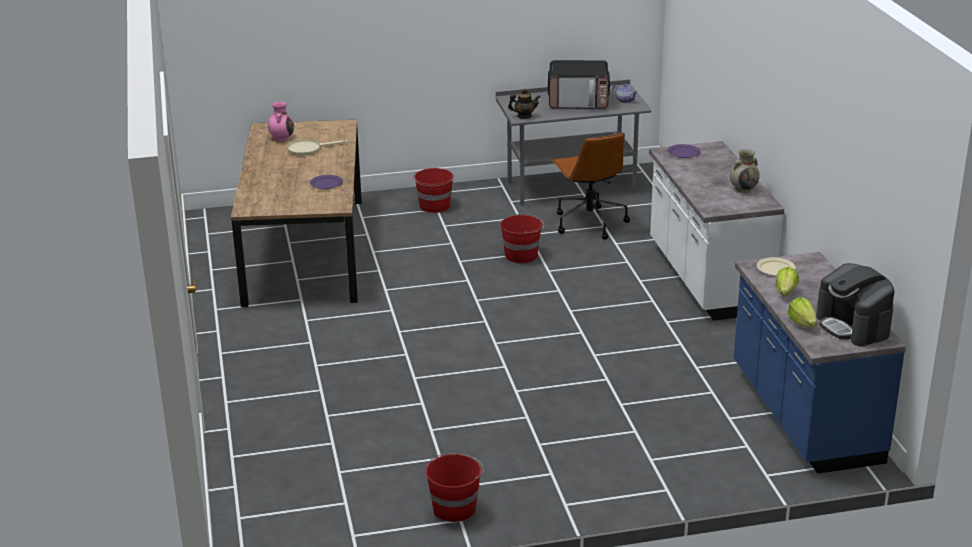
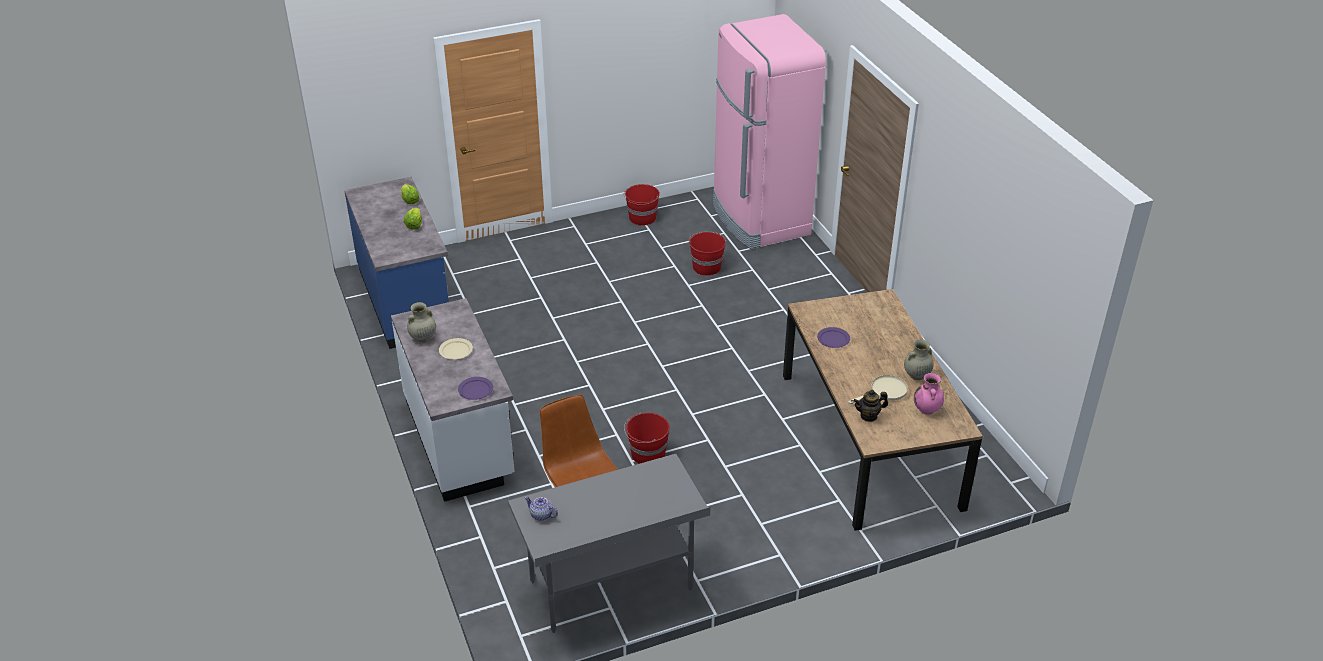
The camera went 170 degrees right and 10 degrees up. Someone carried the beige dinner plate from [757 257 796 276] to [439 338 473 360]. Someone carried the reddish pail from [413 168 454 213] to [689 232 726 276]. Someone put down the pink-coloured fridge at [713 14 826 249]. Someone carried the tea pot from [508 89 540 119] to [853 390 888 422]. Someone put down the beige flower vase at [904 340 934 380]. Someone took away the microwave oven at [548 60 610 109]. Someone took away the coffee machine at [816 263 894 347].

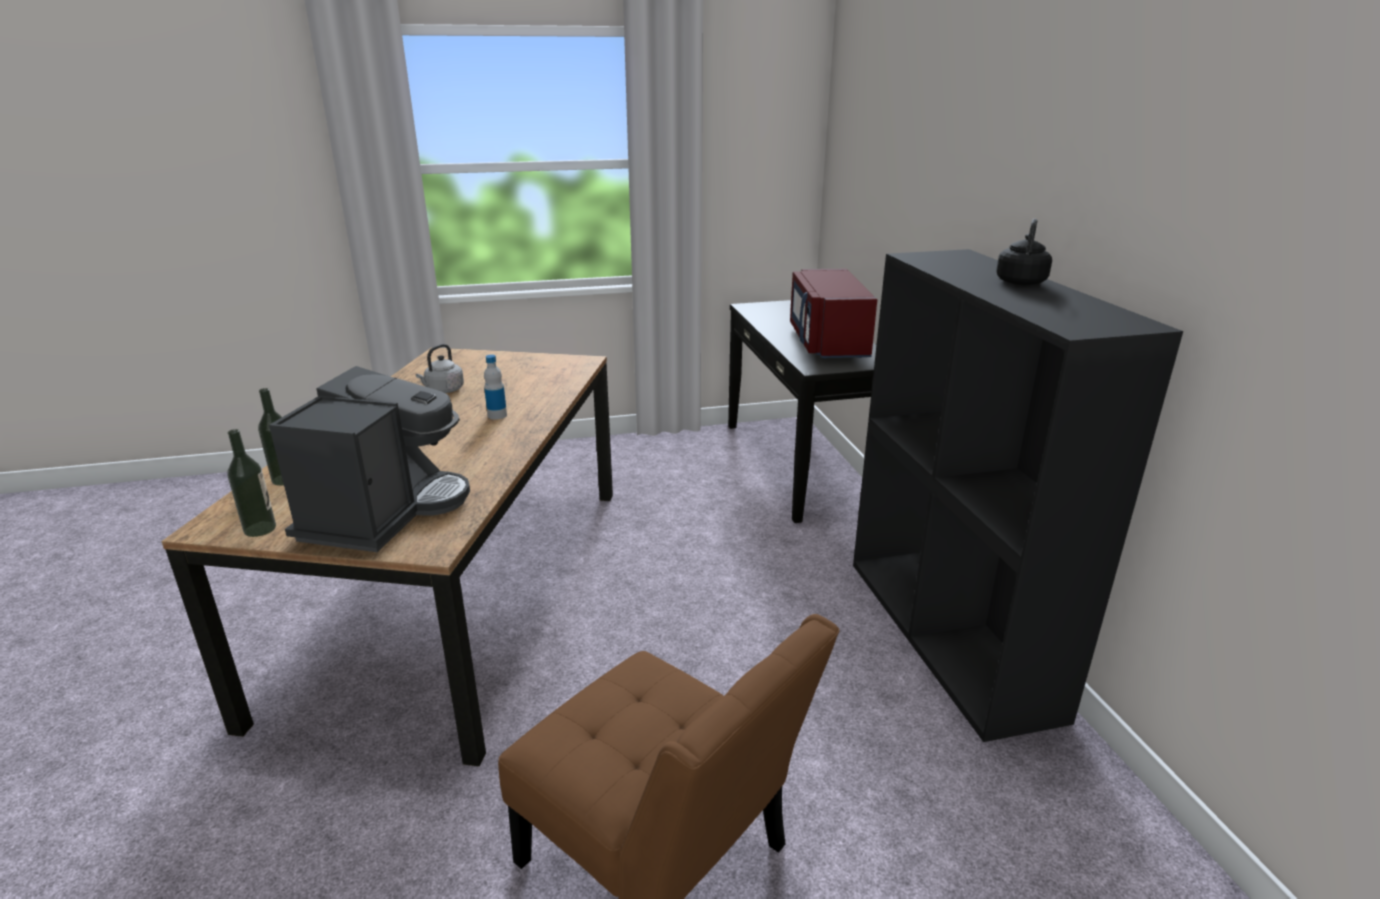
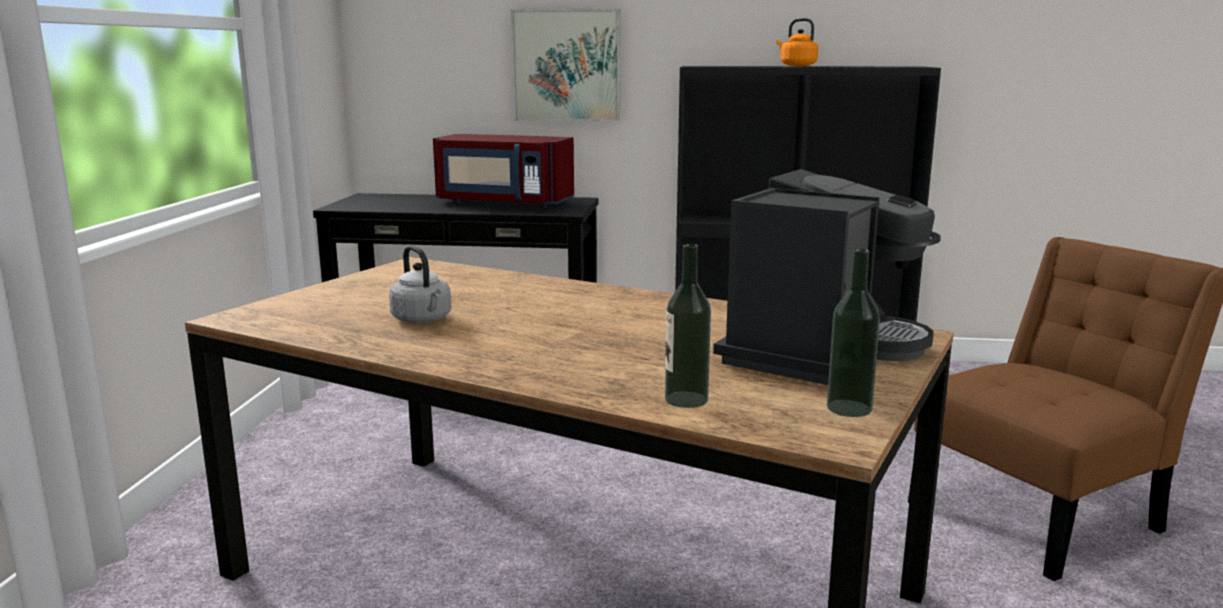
The camera went 70 degrees left and 10 degrees down. Someone put up the wall picture at [511 9 620 122]. Someone rotated the coffee machine at [269 366 470 552] by 90 degrees clockwise. Someone repainted the black kettle at [996 219 1052 285], which became the orange kettle at [776 18 818 66]. Someone took away the drink bottle at [484 355 507 420].

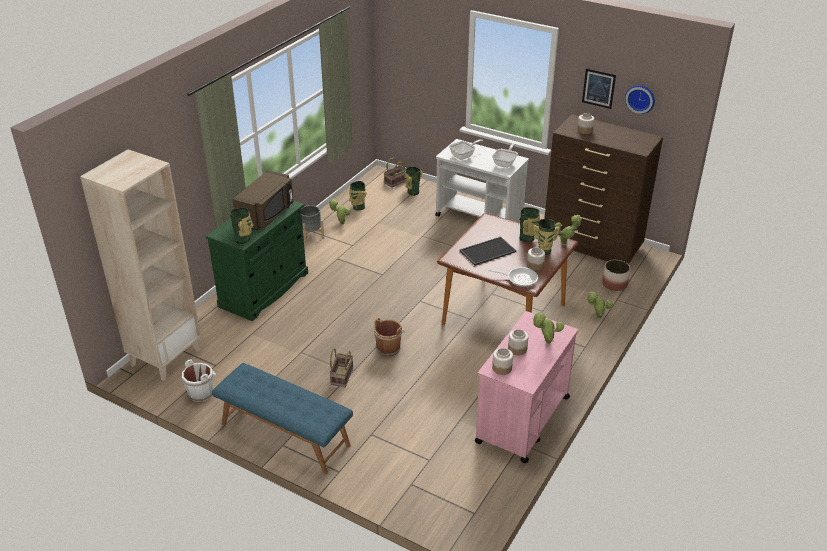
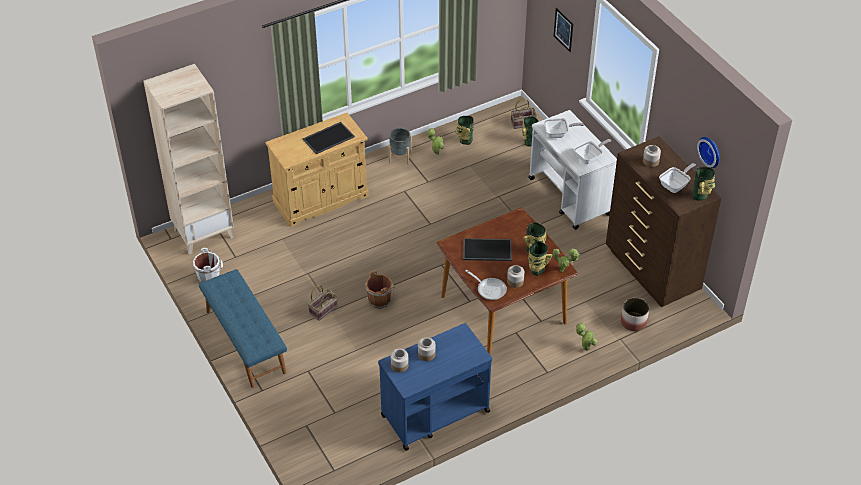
The camera went 30 degrees right and 10 degrees up. Someone repainted the green-coloured cabinet at [206 201 308 321], which became the beige cabinet at [265 113 369 227]. Someone swapped the brown-coloured microwave oven at [232 170 294 230] for the tray at [303 122 355 154]. Someone repainted the pink-coloured wheeled cart at [475 311 578 463], which became the blue-coloured wheeled cart at [378 323 492 451]. Someone carried the wall picture from [582 68 616 109] to [554 8 573 52]. Someone put down the skillet at [659 163 696 193]. Someone carried the flower vase from [230 207 254 244] to [692 167 715 201]. Someone took away the houseplant at [532 312 564 344].

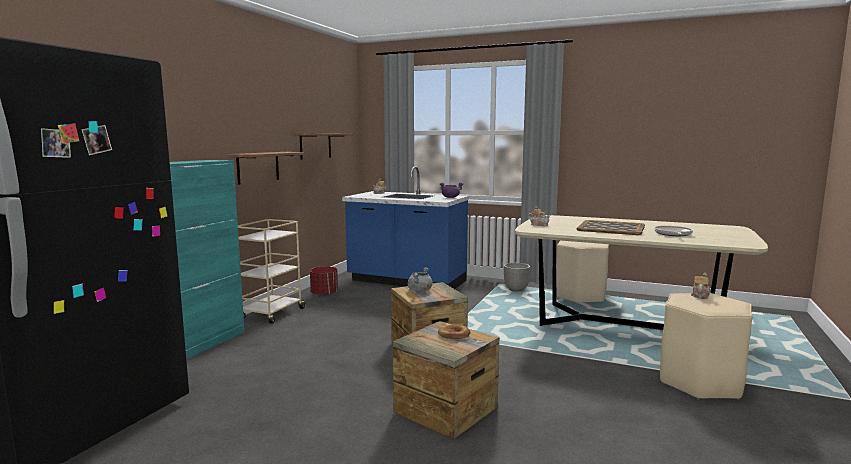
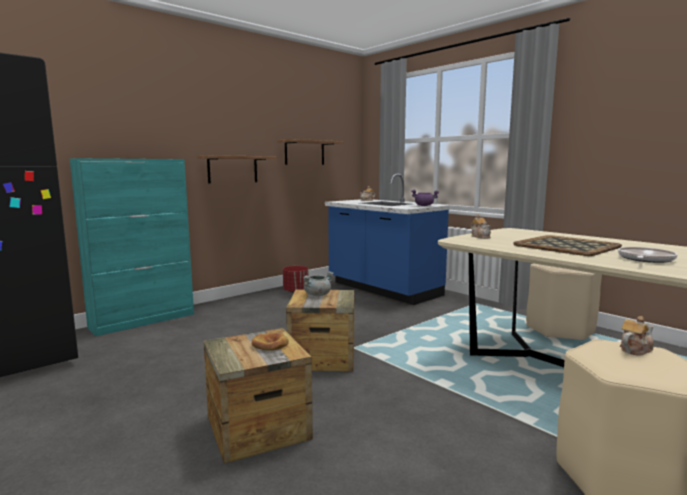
The camera went 25 degrees right and 0 degrees up. Someone took away the beige wheeled cart at [238 219 307 324]. Someone took away the flower pot at [504 263 530 292].

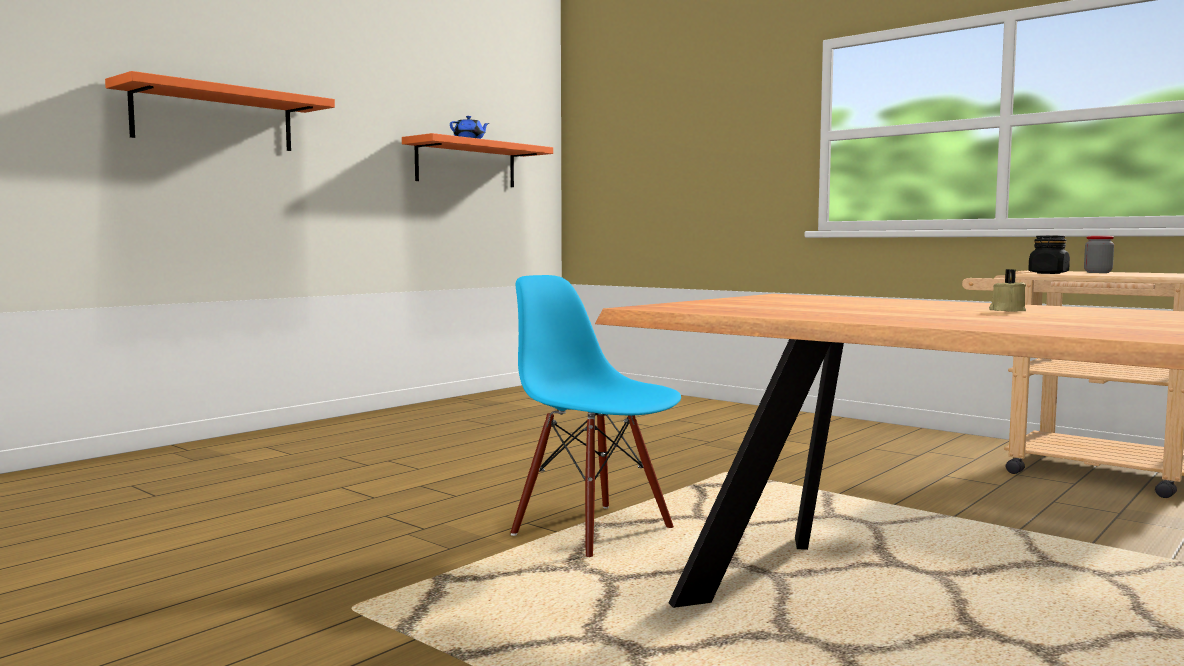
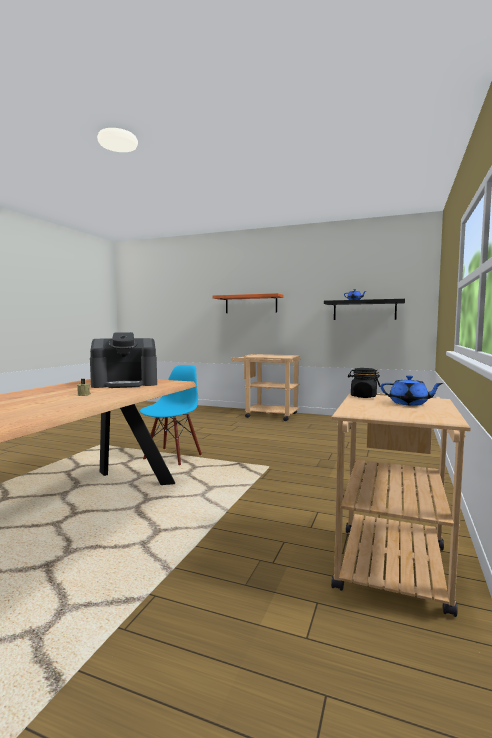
The camera went 70 degrees right and 0 degrees up. Someone put down the coffee machine at [90 332 157 388]. Someone put down the beige wheeled cart at [231 354 300 421]. Someone repainted the orange wall shelf at [402 133 553 187], which became the black wall shelf at [324 299 405 320]. Someone swapped the storage jar at [1084 236 1114 273] for the blue-coloured tea pot at [381 375 443 406].

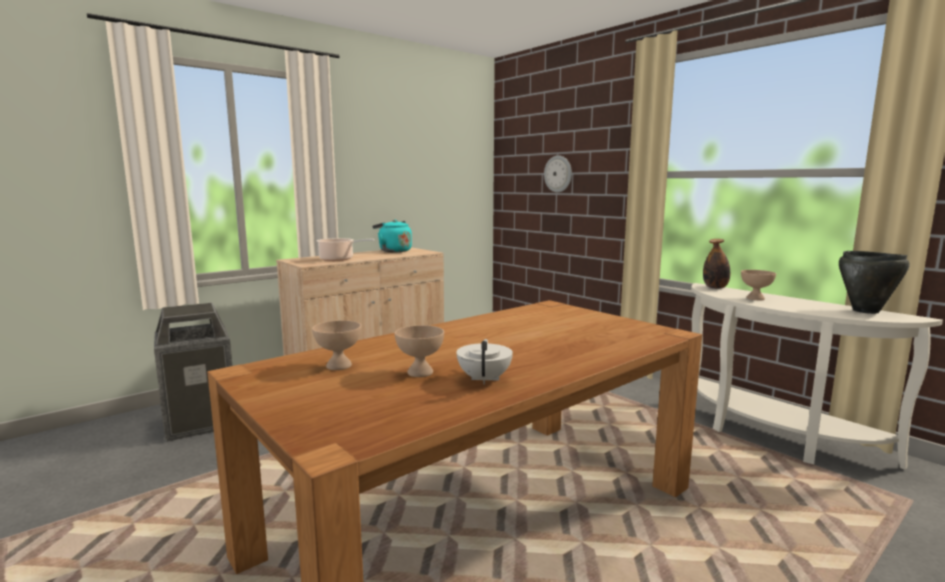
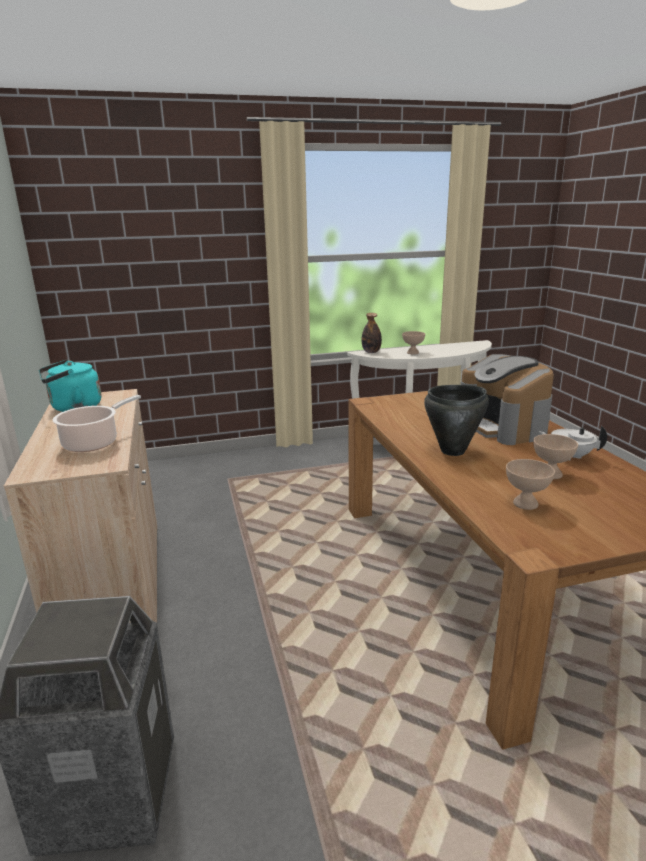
The camera went 65 degrees left and 10 degrees up. Someone carried the black cooking pot from [839 251 910 314] to [424 385 489 456]. Someone put down the coffee machine at [460 354 554 445]. Someone took away the clock on the wall at [544 155 572 193].

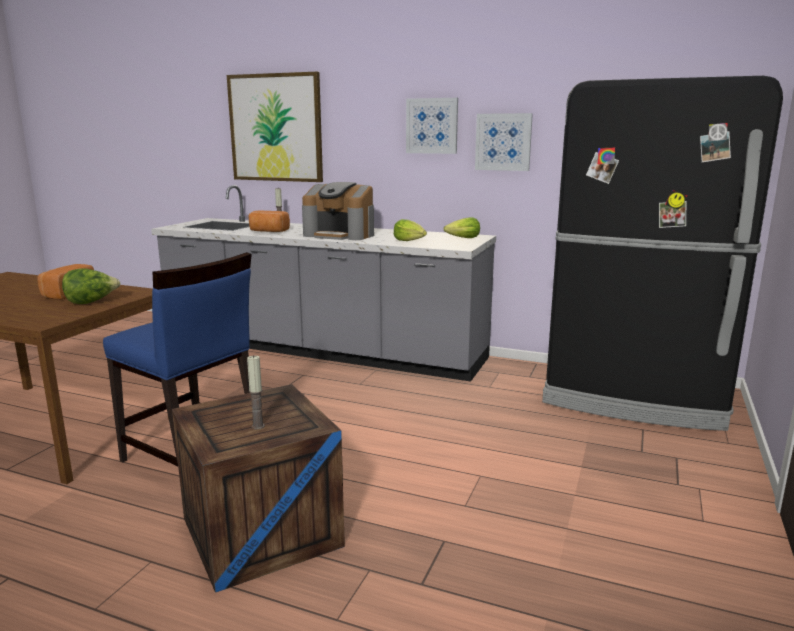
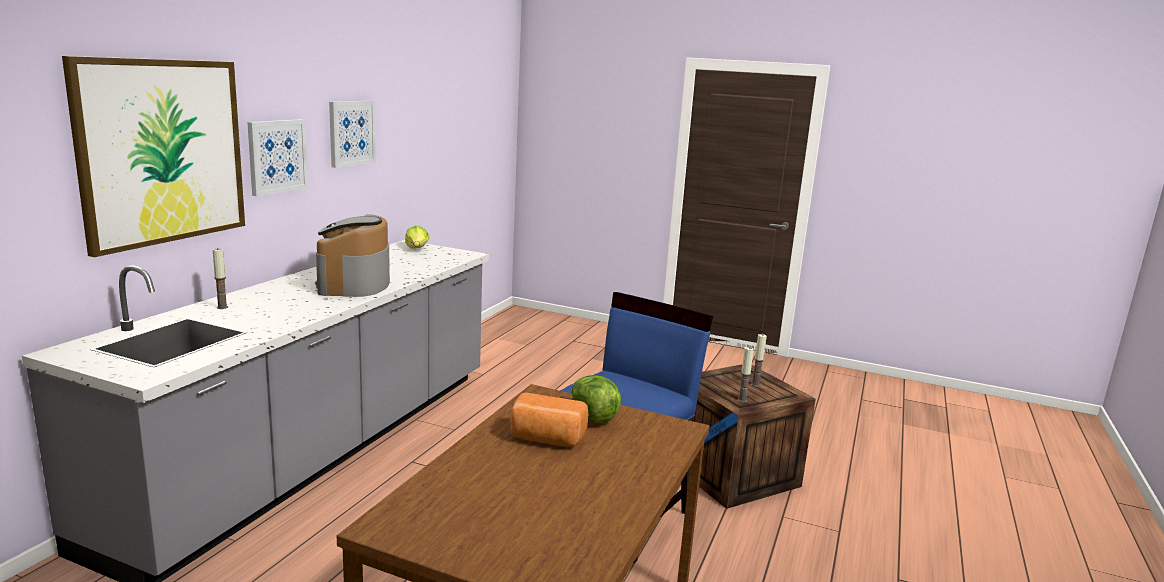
The camera went 90 degrees left and 0 degrees up. Someone carried the wall picture from [475 113 533 171] to [247 119 308 196]. Someone rotated the coffee machine at [302 182 374 240] by 150 degrees clockwise. Someone put down the wax candle at [738 347 754 402]. Someone took away the baked bread at [249 210 290 232]. Someone took away the lettuce at [394 219 427 241]. Someone took away the black fridge at [542 76 783 431].

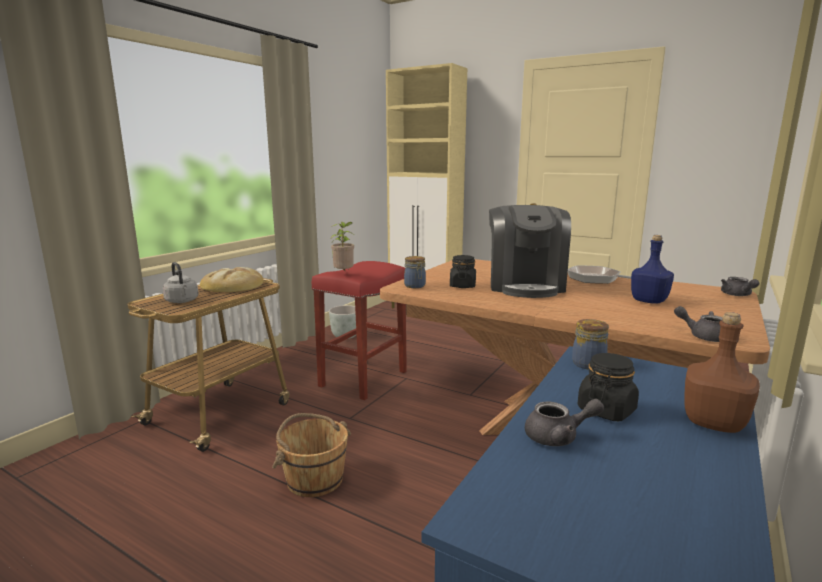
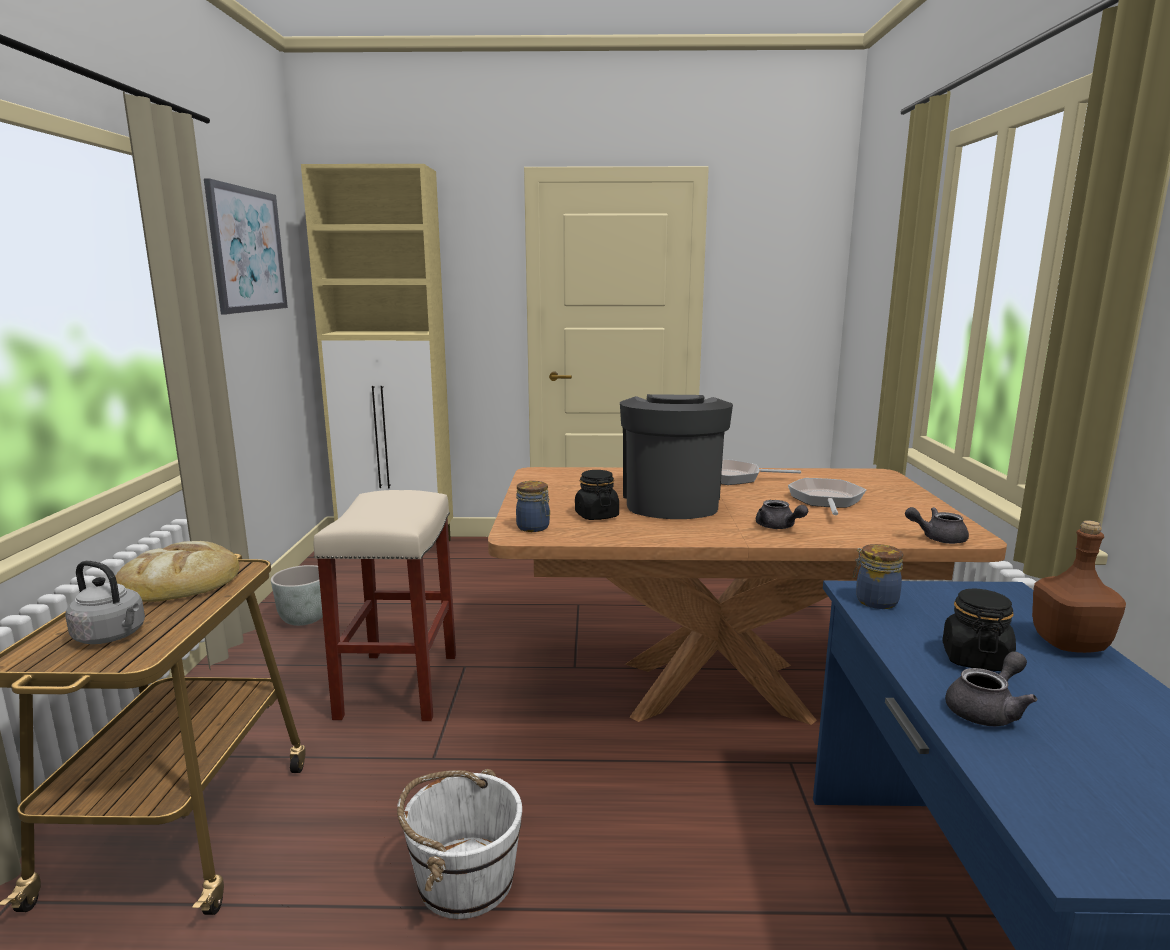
The camera went 30 degrees left and 0 degrees up. Someone put up the wall picture at [204 178 288 314]. Someone repainted the reddish sitting stool at [312 261 407 400], which became the beige sitting stool at [314 490 456 721]. Someone repainted the brown-coloured pail at [272 413 351 497], which became the whitish pail at [397 769 522 919]. Someone rotated the coffee machine at [489 205 571 298] by 150 degrees counterclockwise. Someone carried the gray tea pot from [721 277 759 296] to [756 500 808 529]. Someone swapped the blue-coloured drink bottle at [631 235 674 304] for the skillet at [788 478 866 515]. Someone took away the houseplant at [331 222 354 271].

